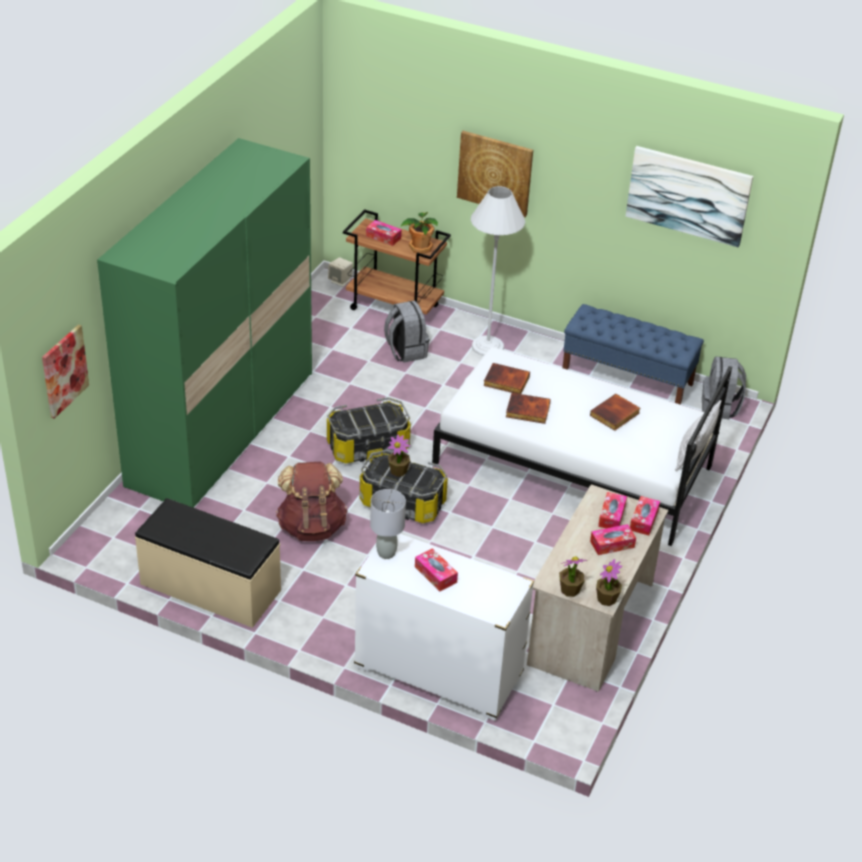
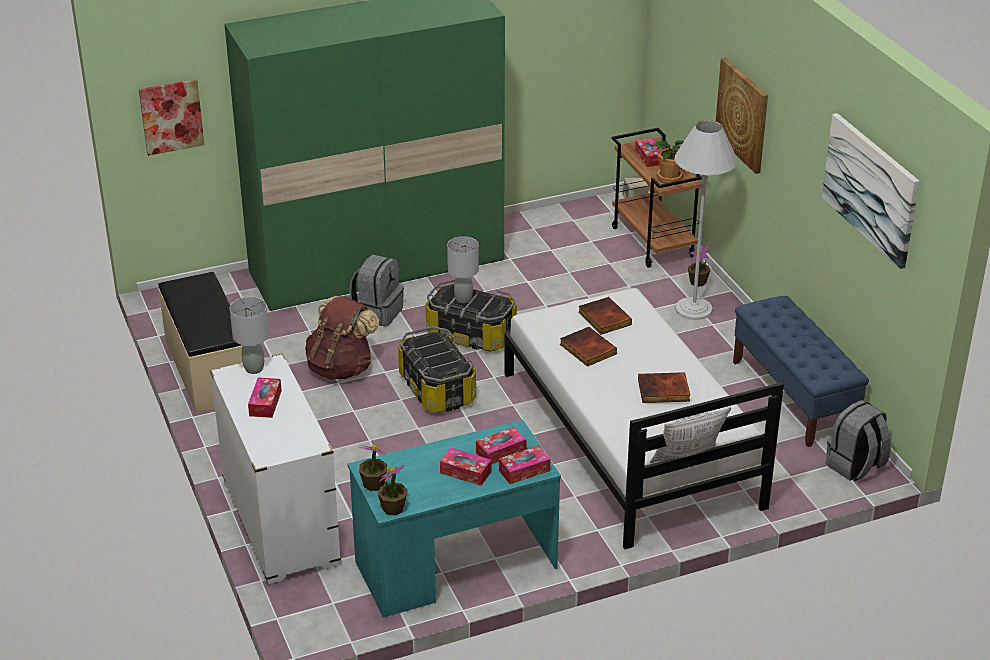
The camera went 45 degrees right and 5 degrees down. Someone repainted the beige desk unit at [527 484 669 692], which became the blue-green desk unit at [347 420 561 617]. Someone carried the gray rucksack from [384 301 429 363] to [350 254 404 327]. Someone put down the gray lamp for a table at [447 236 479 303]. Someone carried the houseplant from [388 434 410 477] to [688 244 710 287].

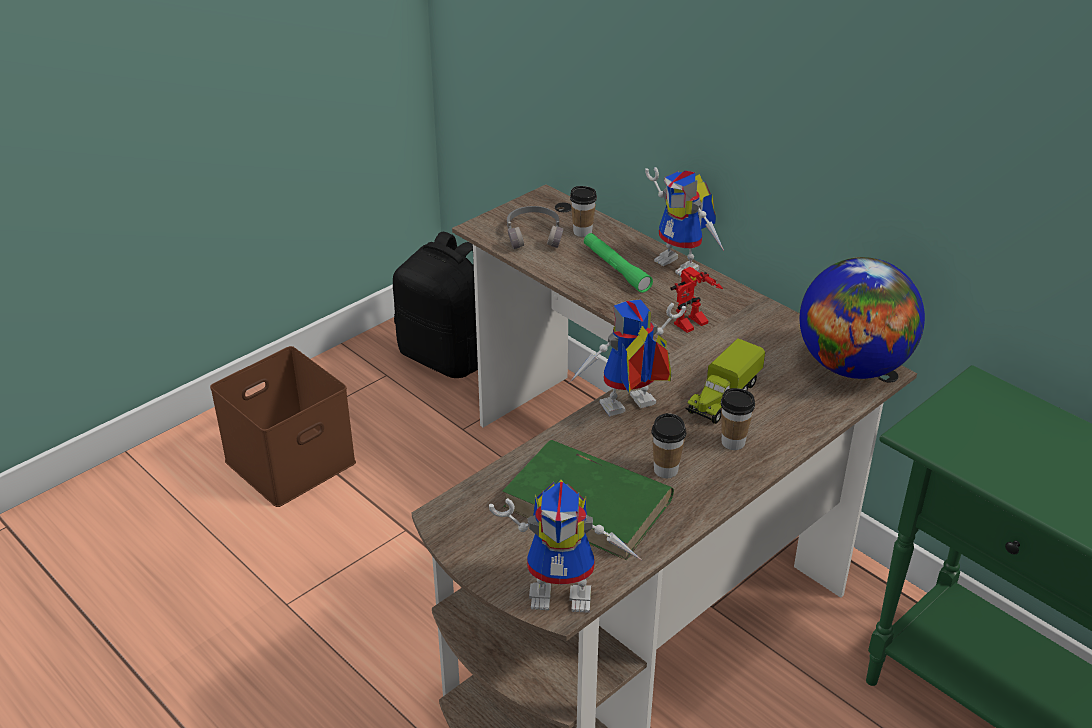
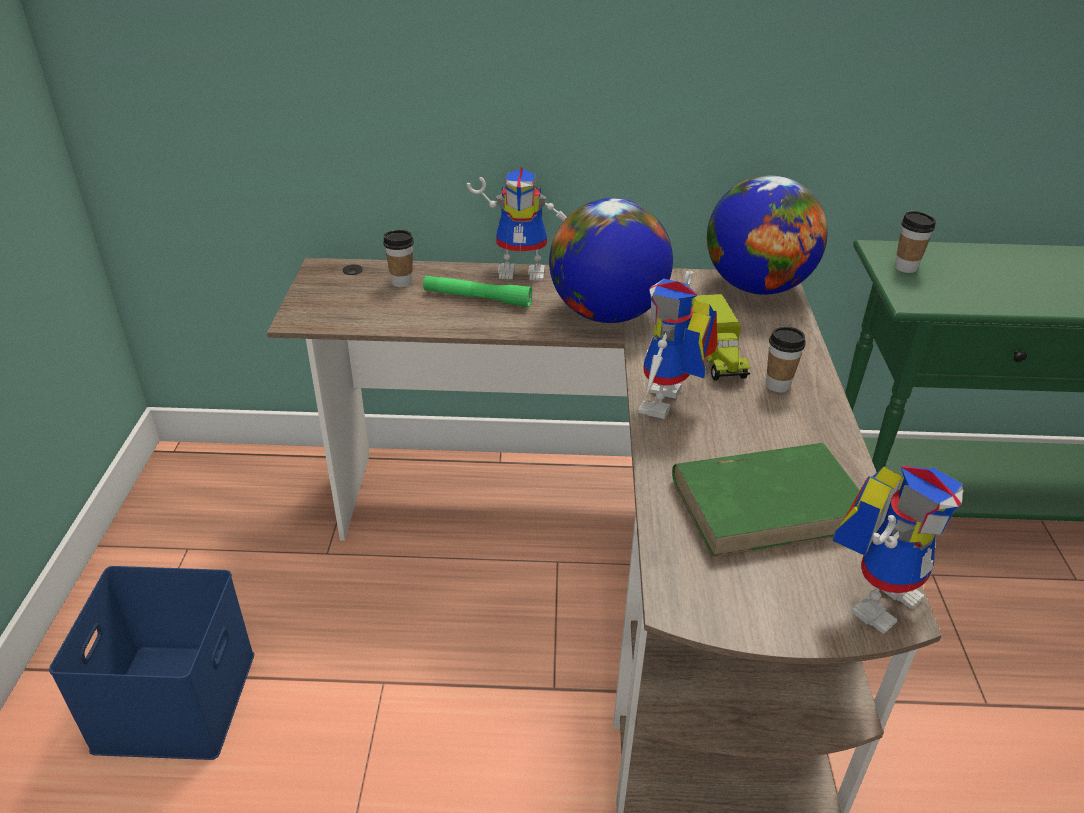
The camera went 45 degrees left and 0 degrees up. Someone repainted the brown-coloured storage container at [210 346 356 507], which became the blue-coloured storage container at [49 566 254 760]. Someone swapped the robot figure at [670 267 723 333] for the desk globe at [549 198 673 323]. Someone carried the drinking cup from [651 413 686 478] to [895 211 936 273]. Someone took away the black rucksack at [393 232 478 378]. Someone took away the gray headset at [507 206 564 249].

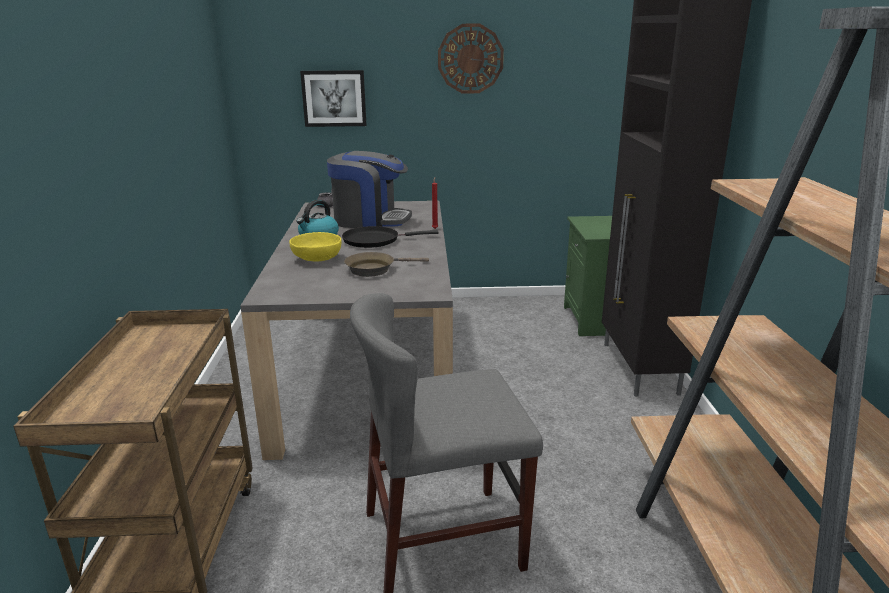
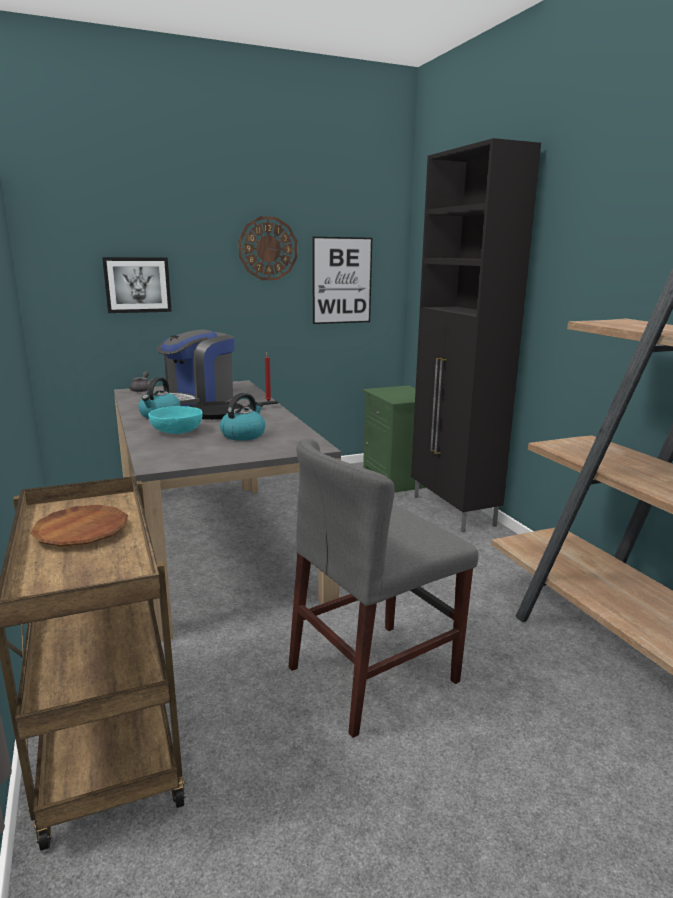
The camera went 20 degrees left and 5 degrees down. Someone put down the brown-coloured dinner plate at [30 505 128 547]. Someone repainted the yellow-coloured deep dish at [289 232 342 262], which became the blue-green deep dish at [148 406 203 434]. Someone rotated the coffee machine at [327 151 412 228] by 135 degrees clockwise. Someone swapped the brown-coloured skillet at [344 252 429 277] for the kettle at [220 393 266 441]. Someone put up the wall picture at [313 237 372 324].

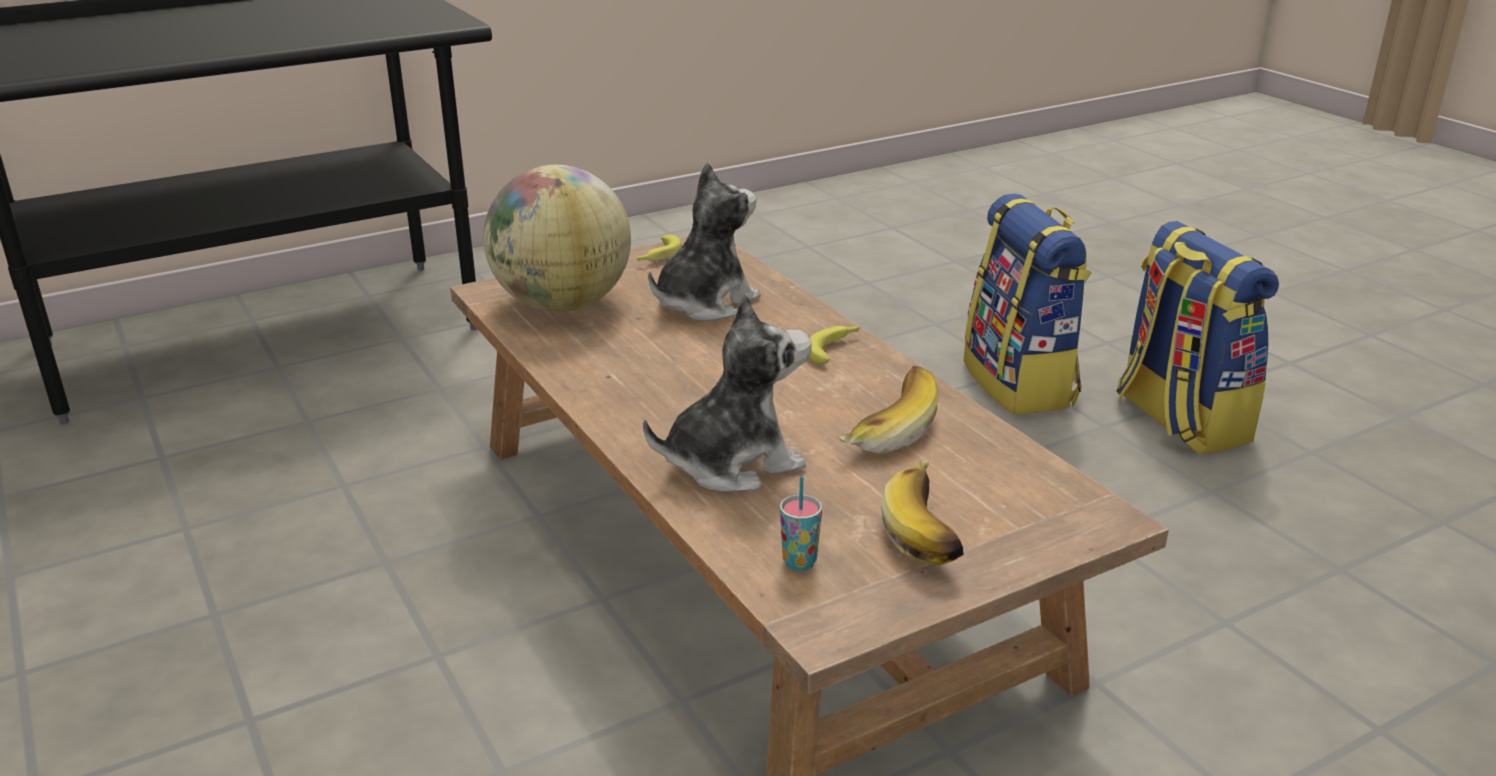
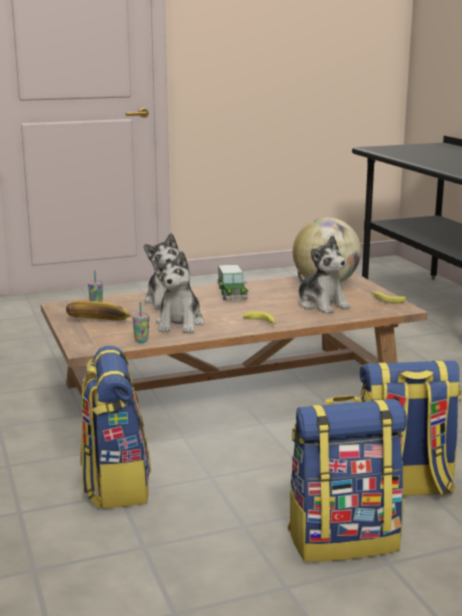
The camera went 100 degrees right and 10 degrees down. Someone put down the rucksack at [80 346 151 509]. Someone put down the drinking cup at [132 302 149 343]. Someone swapped the whole banana at [837 366 939 453] for the plush toy at [152 251 204 333]. Someone put down the miniature car at [217 265 249 300].

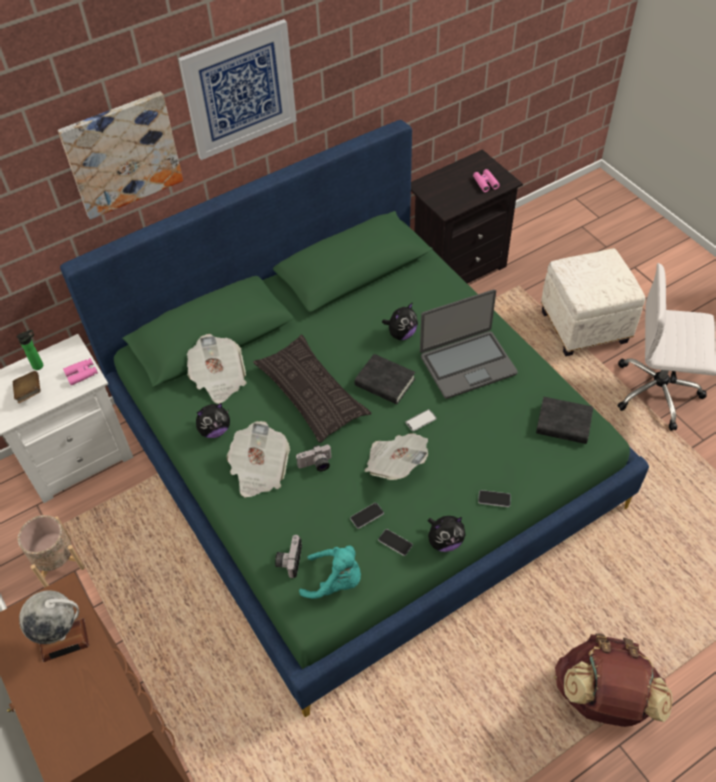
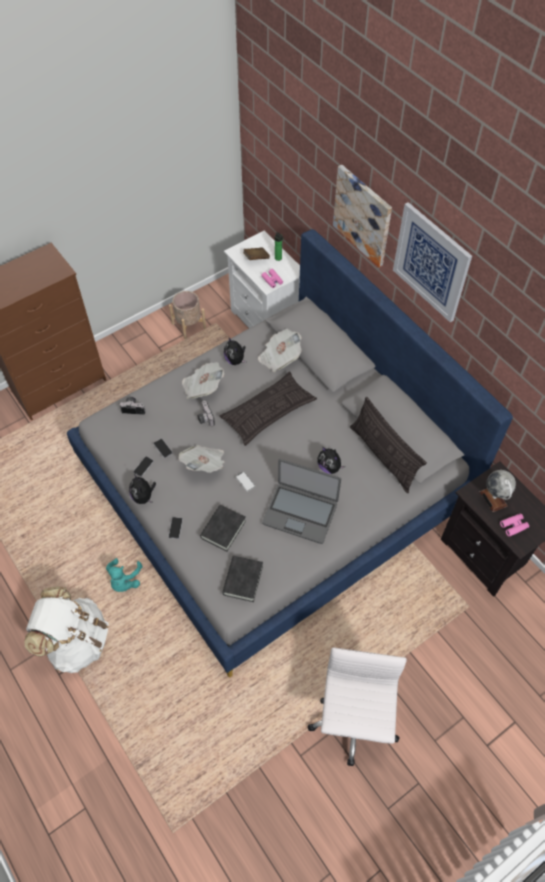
The camera went 85 degrees right and 5 degrees up. Someone repainted the brown-coloured rucksack at [554 633 672 727], which became the whitish rucksack at [25 586 109 673]. Someone repainted the green-coloured bed at [60 120 649 717], which became the gray bed at [67 229 513 678]. Someone carried the blue-green plush toy from [299 546 361 599] to [106 558 143 592]. Someone carried the black volume from [355 354 415 404] to [200 505 246 551]. Someone rotated the laptop at [420 289 518 399] by 45 degrees counterclockwise. Someone put down the throw pillow at [350 397 427 493]. Someone carried the desk globe from [19 590 89 662] to [480 470 516 512]. Someone took away the whitish footrest at [541 248 645 356].

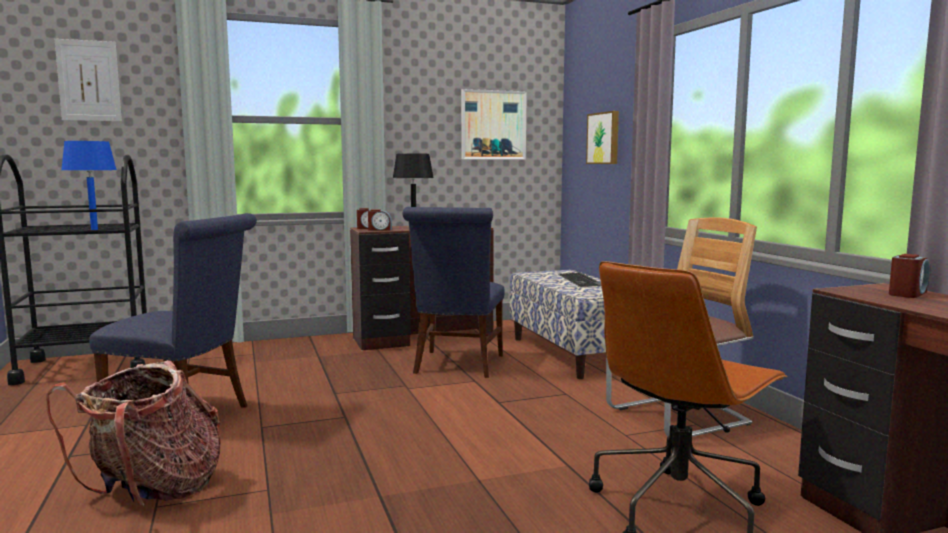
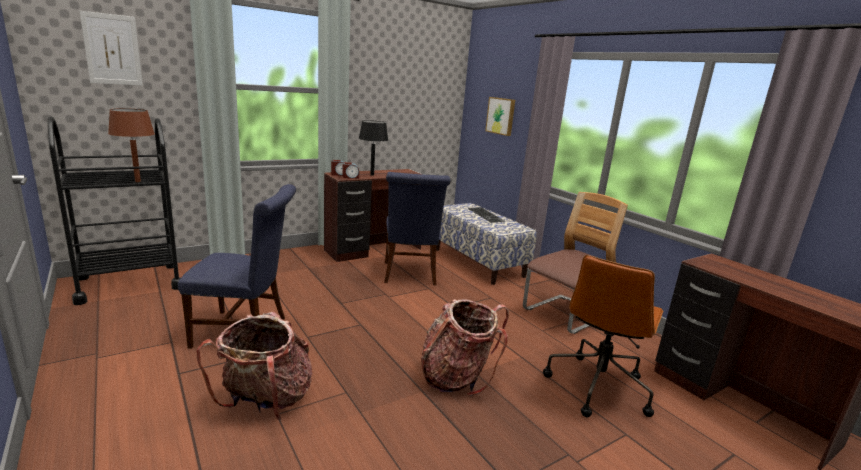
The camera went 15 degrees left and 10 degrees up. Someone repainted the blue-coloured lamp for a table at [61 141 117 230], which became the brown-coloured lamp for a table at [108 108 155 182]. Someone put down the rucksack at [421 299 509 396]. Someone took away the wall picture at [461 89 527 159]. Someone took away the alarm clock at [889 254 930 298].

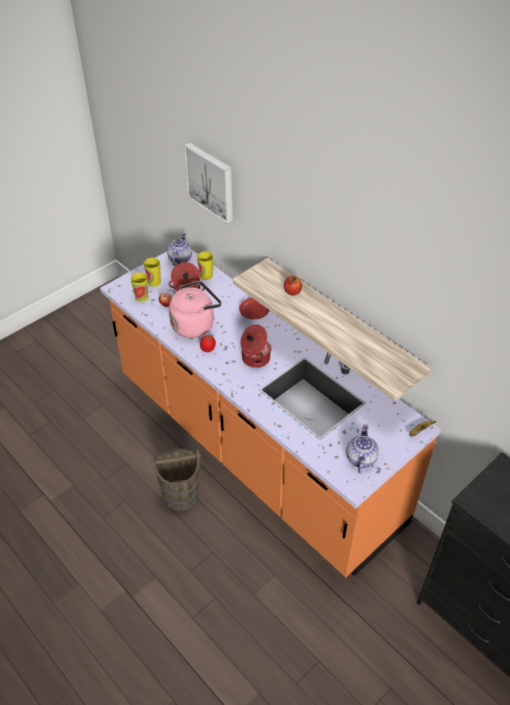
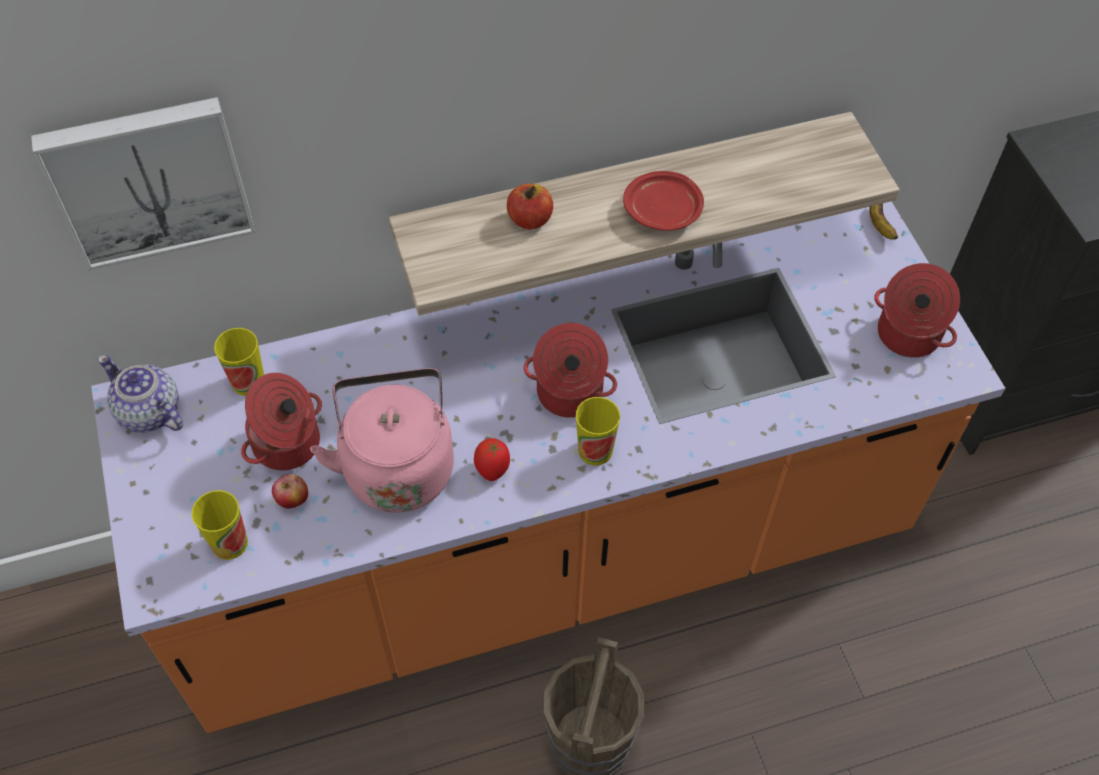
The camera went 65 degrees left and 10 degrees up. Someone carried the drinking cup from [144 258 161 287] to [576 397 620 466]. Someone carried the reddish dinner plate from [239 298 270 319] to [623 171 704 231]. Someone swapped the tea pot at [346 424 379 474] for the cooking pot at [874 263 960 358].

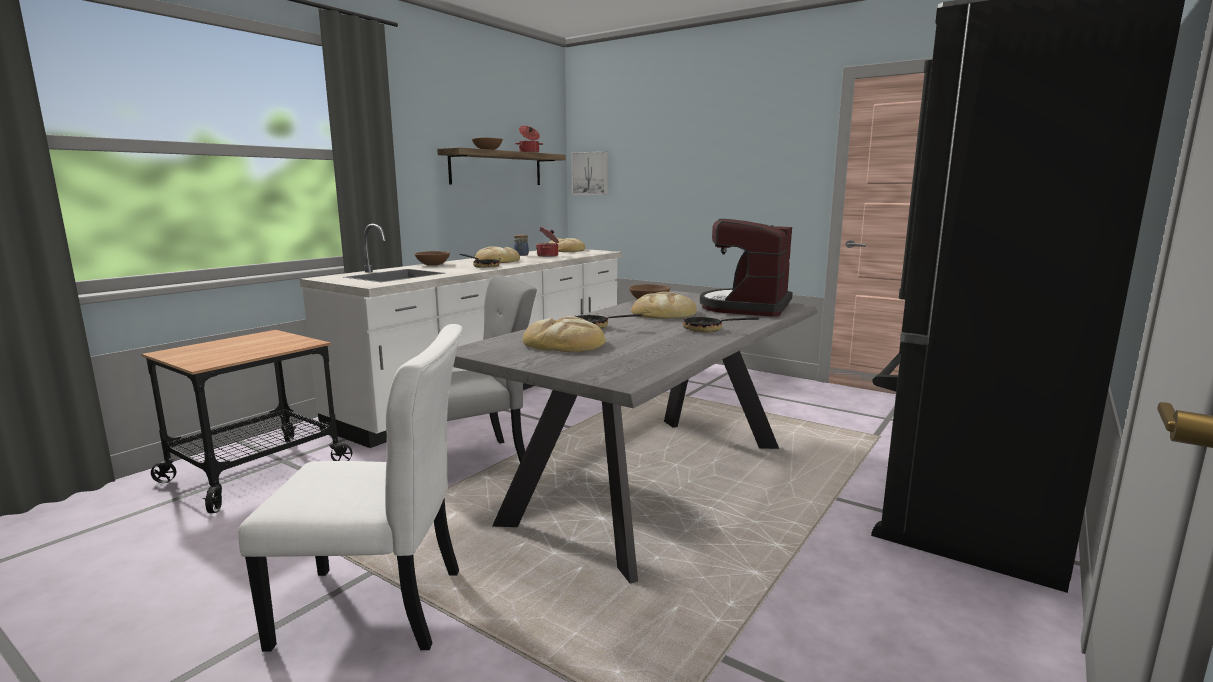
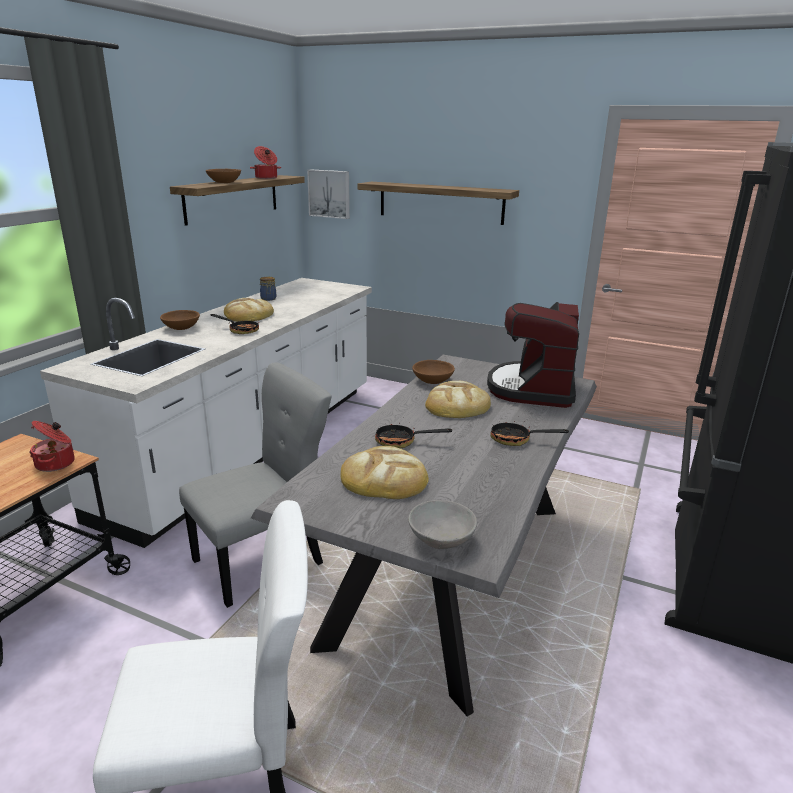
The camera went 10 degrees left and 10 degrees up. Someone carried the cooking pot from [536 227 559 257] to [29 421 75 472]. Someone put up the wall shelf at [358 182 519 225]. Someone put down the gray deep dish at [408 500 477 549]. Someone took away the baked bread at [549 238 585 252].

